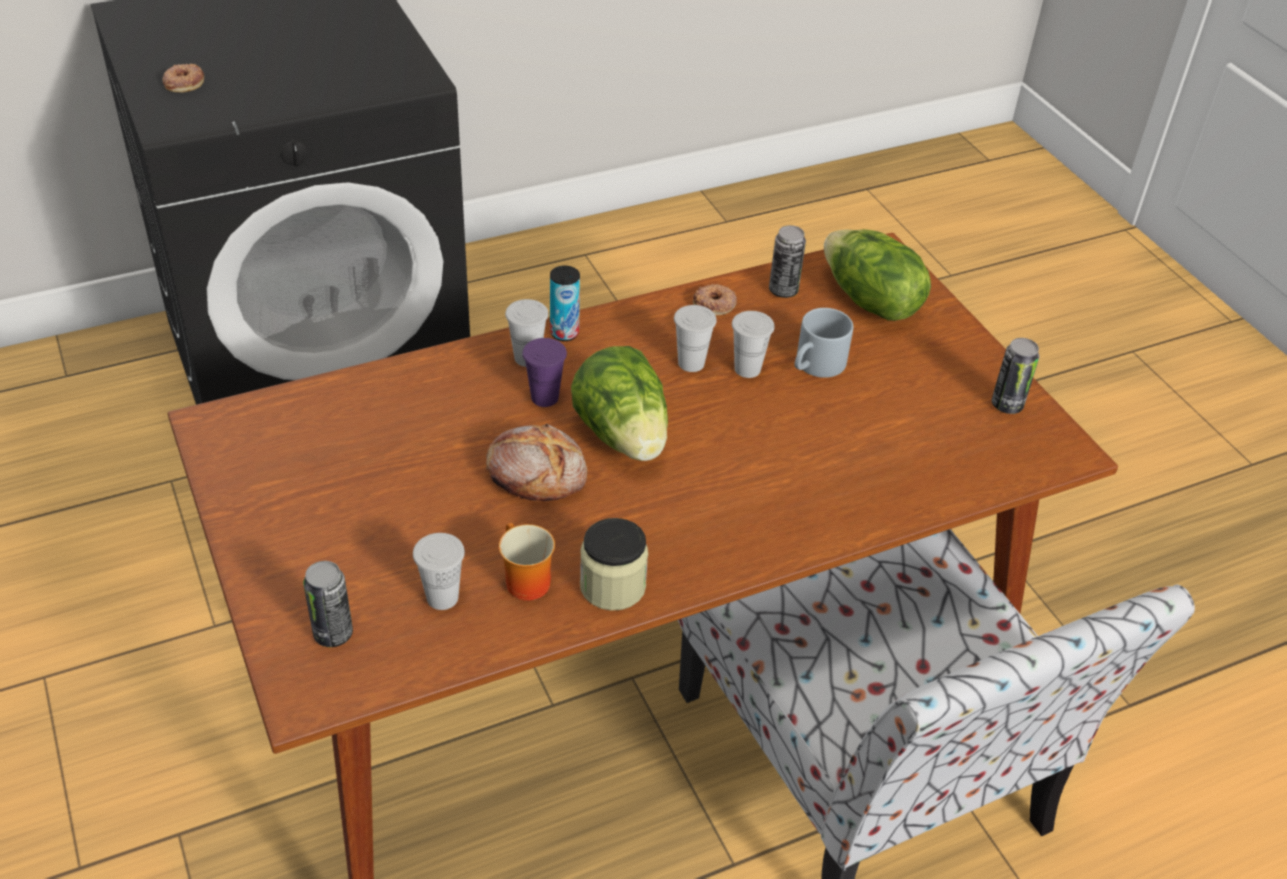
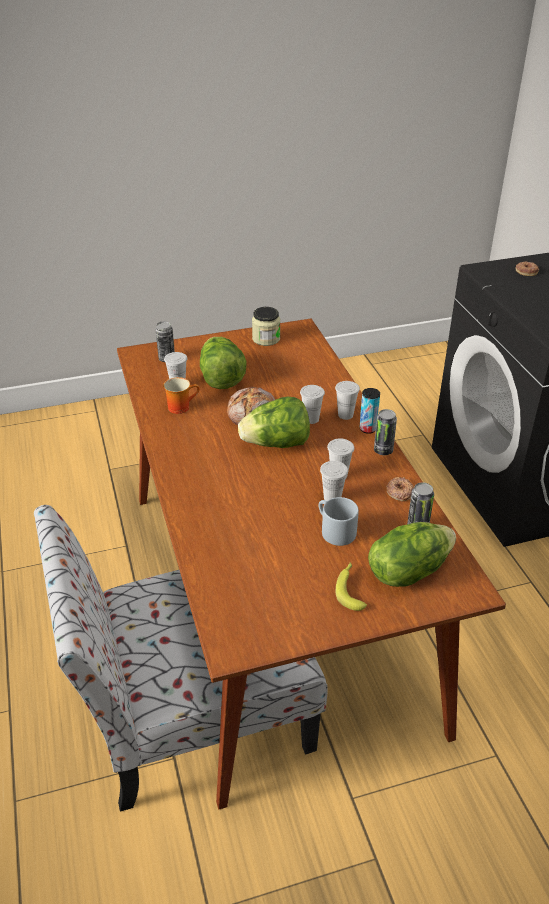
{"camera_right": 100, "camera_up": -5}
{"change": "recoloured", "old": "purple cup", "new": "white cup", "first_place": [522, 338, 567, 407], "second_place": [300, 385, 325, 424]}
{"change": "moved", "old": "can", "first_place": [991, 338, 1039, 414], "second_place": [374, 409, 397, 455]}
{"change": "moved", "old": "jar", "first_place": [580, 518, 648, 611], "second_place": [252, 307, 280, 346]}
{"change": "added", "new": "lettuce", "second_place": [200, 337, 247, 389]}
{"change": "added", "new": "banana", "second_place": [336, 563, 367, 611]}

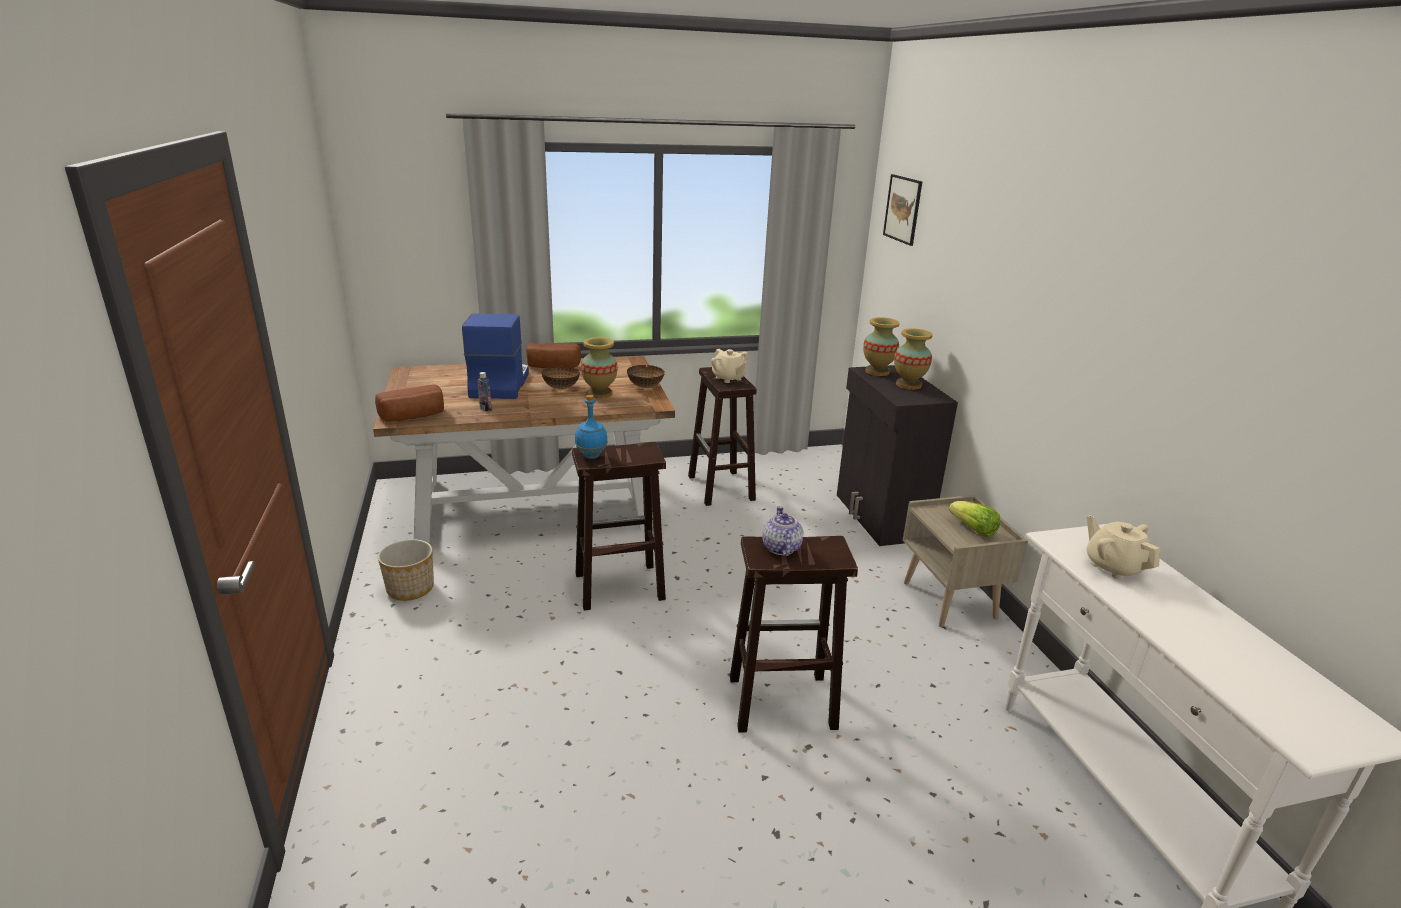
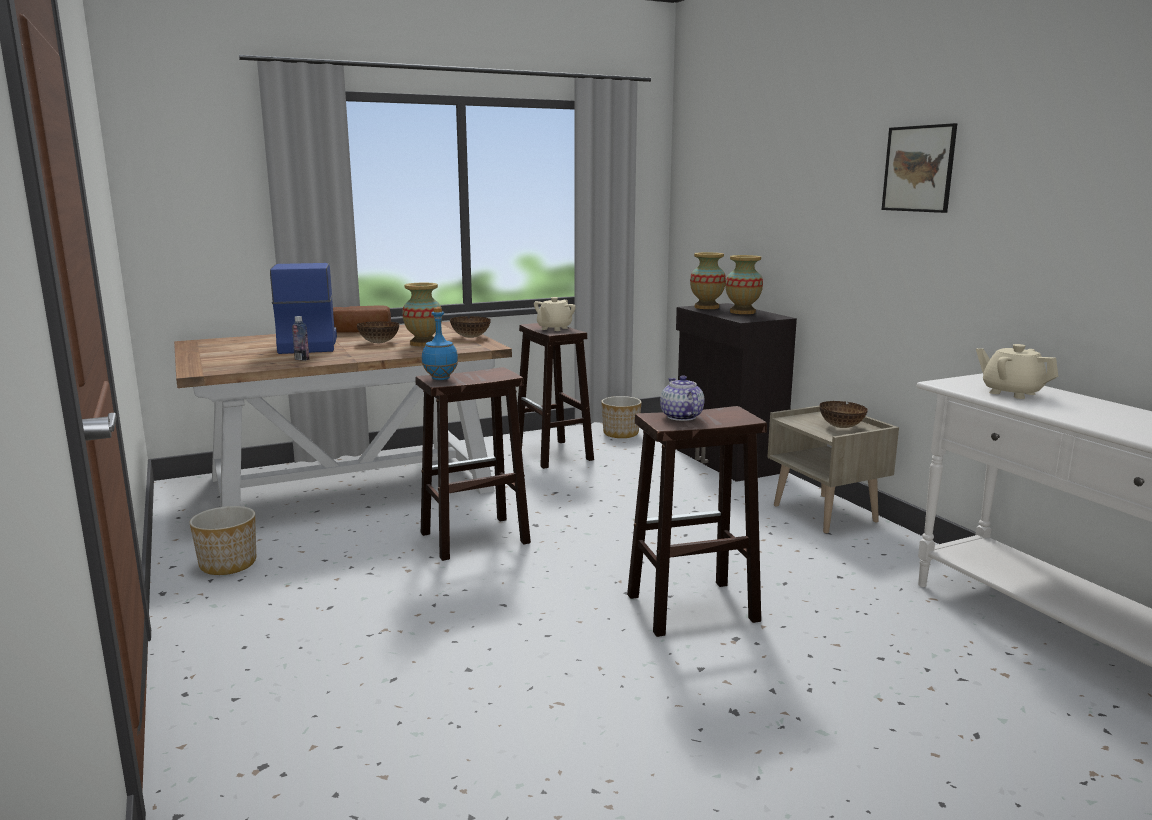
{"camera_right": -10, "camera_up": -10}
{"change": "moved", "old": "picture", "first_place": [883, 174, 922, 246], "second_place": [882, 123, 957, 213]}
{"change": "turned", "old": "beige teapot", "first_place": [711, 349, 748, 383], "second_place": [534, 297, 575, 331], "degrees": 75}
{"change": "removed", "old": "bread", "first_place": [375, 385, 444, 422]}
{"change": "replaced", "old": "lettuce", "new": "bowl", "first_place": [949, 501, 1000, 538], "second_place": [820, 401, 868, 428]}
{"change": "added", "new": "planter", "second_place": [601, 396, 642, 438]}

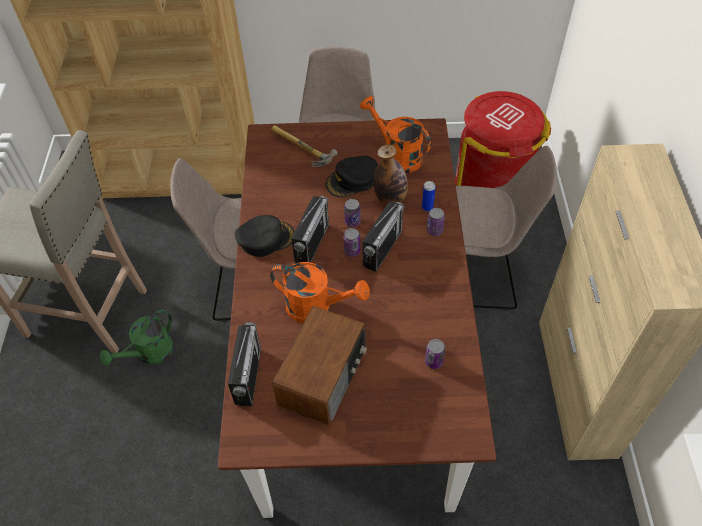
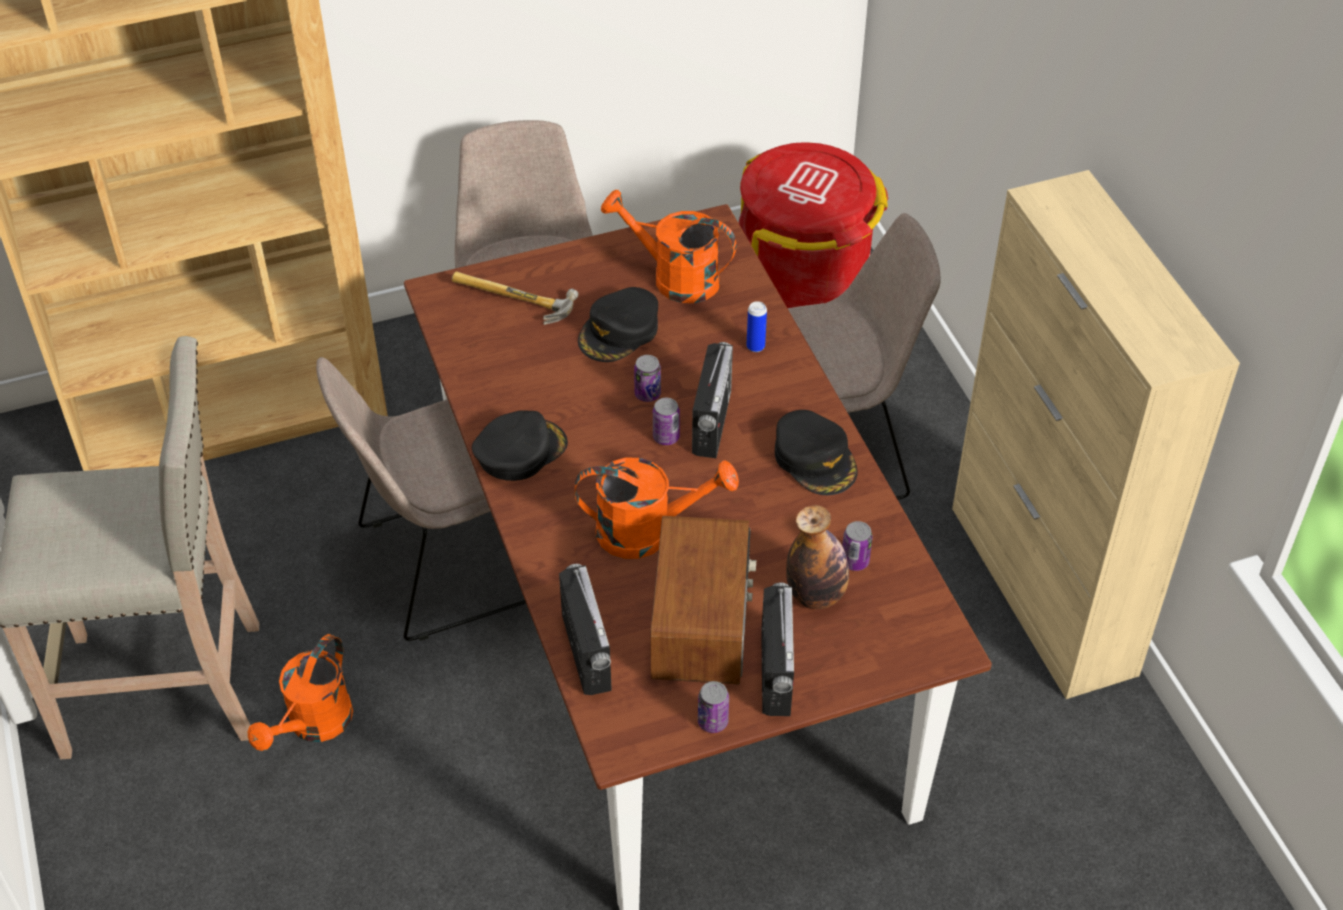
{"camera_right": -20, "camera_up": -5}
{"change": "moved", "old": "bottle", "first_place": [374, 144, 408, 205], "second_place": [786, 505, 849, 609]}
{"change": "moved", "old": "radio", "first_place": [291, 196, 329, 263], "second_place": [761, 583, 794, 716]}
{"change": "moved", "old": "can", "first_place": [427, 208, 445, 236], "second_place": [698, 681, 729, 733]}
{"change": "recoloured", "old": "green watering can", "new": "orange watering can", "first_place": [100, 310, 174, 366], "second_place": [248, 634, 353, 751]}
{"change": "added", "new": "black cap", "second_place": [775, 410, 857, 495]}

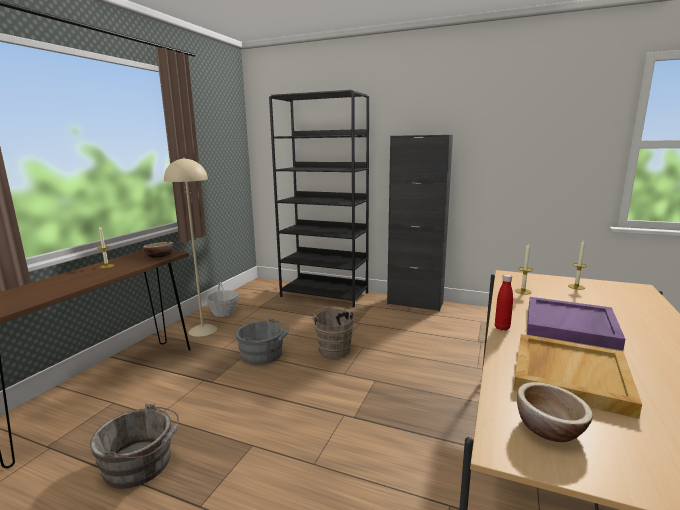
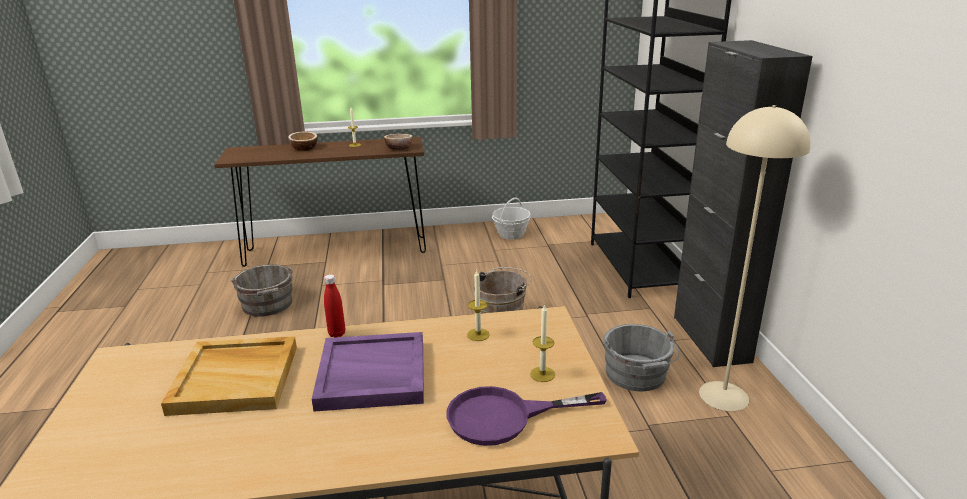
{"camera_right": 60, "camera_up": 10}
{"change": "moved", "old": "beige floor lamp", "first_place": [164, 157, 217, 337], "second_place": [699, 105, 811, 411]}
{"change": "moved", "old": "grey bucket", "first_place": [236, 318, 289, 365], "second_place": [603, 324, 680, 391]}
{"change": "moved", "old": "bowl", "first_place": [517, 382, 593, 442], "second_place": [288, 132, 318, 151]}
{"change": "added", "new": "purple frying pan", "second_place": [446, 386, 607, 446]}

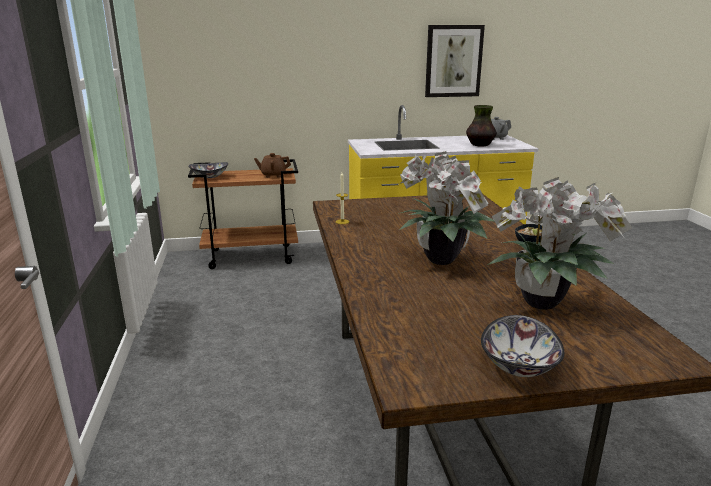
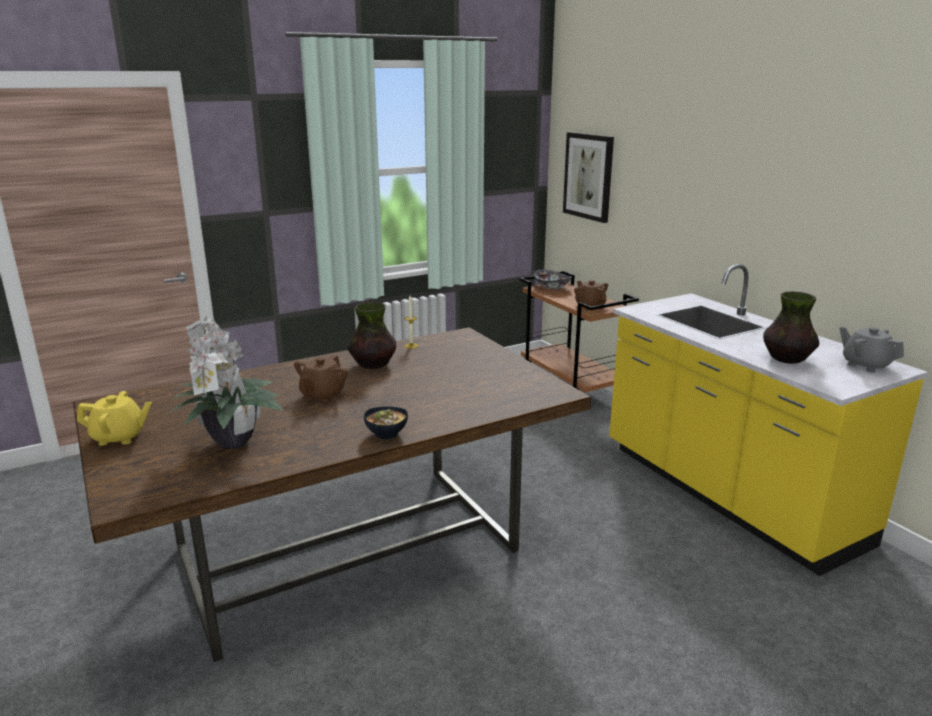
{"camera_right": 70, "camera_up": 0}
{"change": "moved", "old": "picture", "first_place": [425, 25, 485, 97], "second_place": [563, 132, 614, 223]}
{"change": "replaced", "old": "potted plant", "new": "brown teapot", "first_place": [398, 151, 494, 265], "second_place": [294, 355, 348, 403]}
{"change": "replaced", "old": "bowl", "new": "yellow teapot", "first_place": [481, 315, 564, 377], "second_place": [77, 391, 152, 446]}
{"change": "added", "new": "vase", "second_place": [348, 302, 396, 369]}

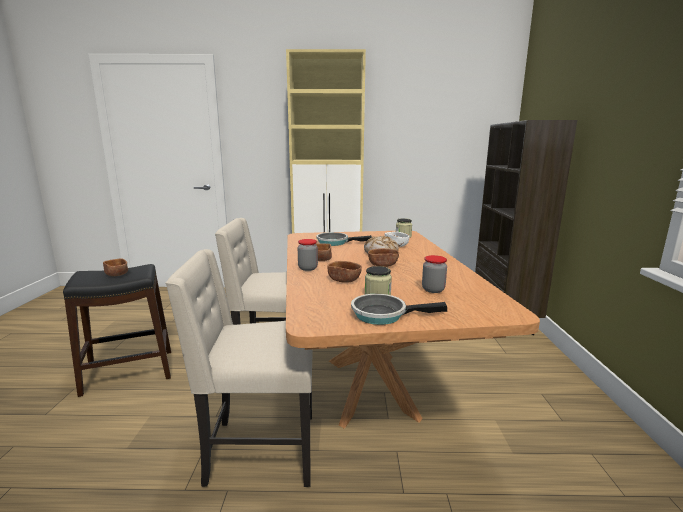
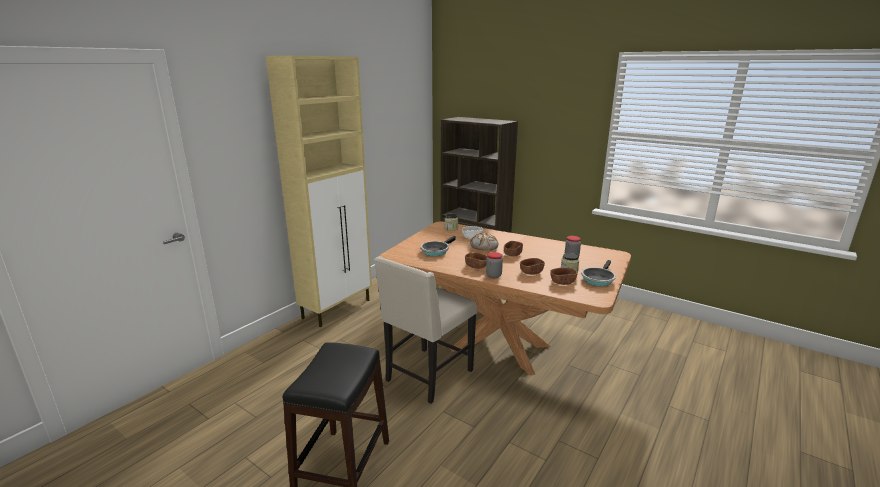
{"camera_right": -55, "camera_up": 5}
{"change": "removed", "old": "beige chair", "first_place": [165, 249, 313, 487]}
{"change": "moved", "old": "brown bowl", "first_place": [103, 258, 128, 276], "second_place": [550, 267, 578, 285]}

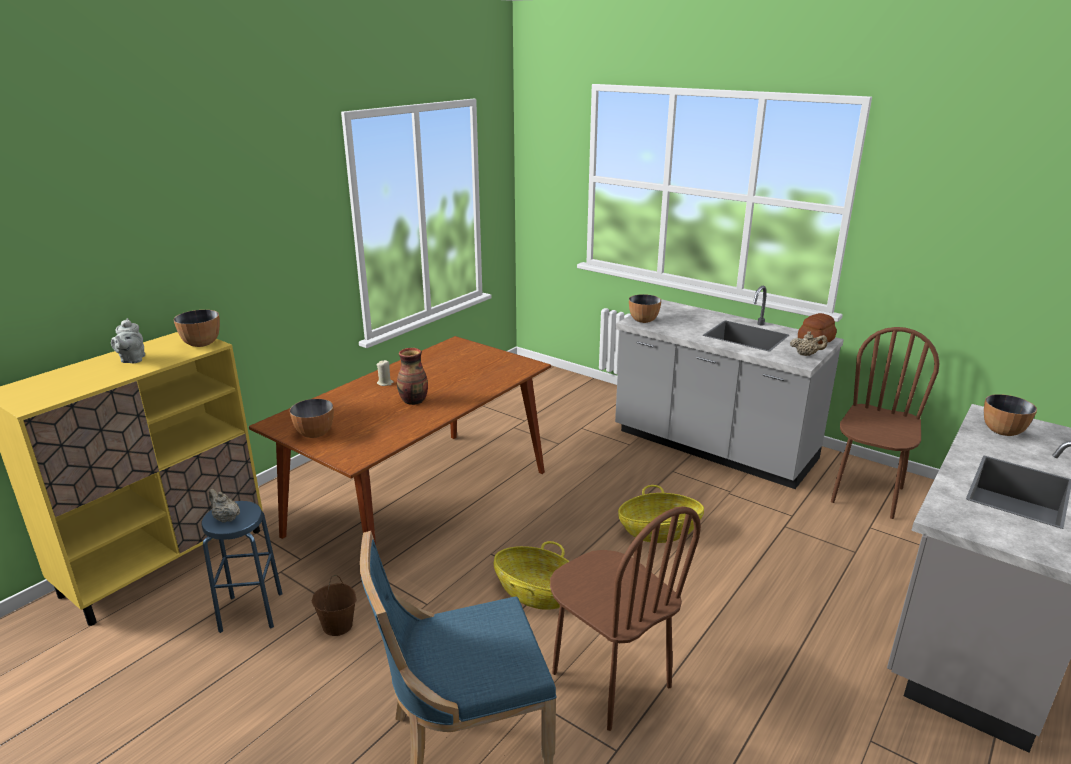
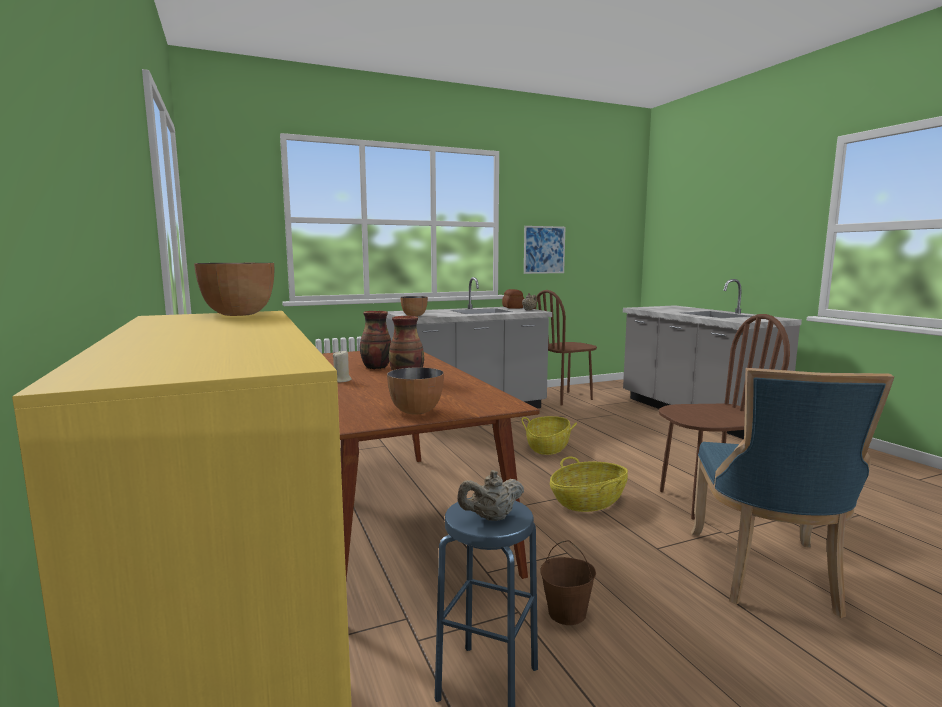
{"camera_right": -60, "camera_up": -15}
{"change": "removed", "old": "grey teapot", "first_place": [111, 318, 145, 363]}
{"change": "turned", "old": "brown chair", "first_place": [831, 327, 940, 519], "second_place": [534, 290, 597, 406], "degrees": -90}
{"change": "removed", "old": "bowl", "first_place": [984, 394, 1037, 436]}
{"change": "added", "new": "picture", "second_place": [524, 226, 566, 274]}
{"change": "added", "new": "vase", "second_place": [360, 311, 391, 370]}

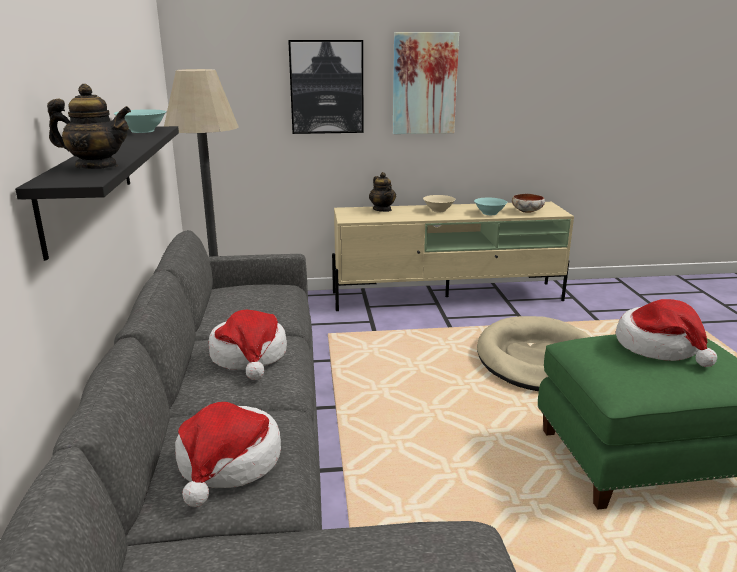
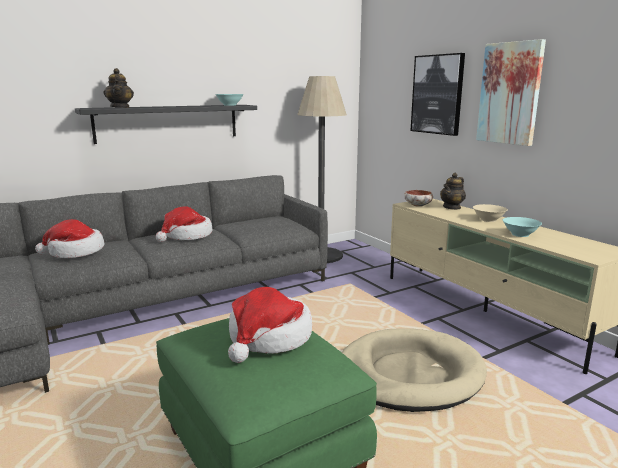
{"camera_right": 65, "camera_up": -5}
{"change": "moved", "old": "bowl", "first_place": [512, 194, 545, 213], "second_place": [404, 190, 433, 207]}

